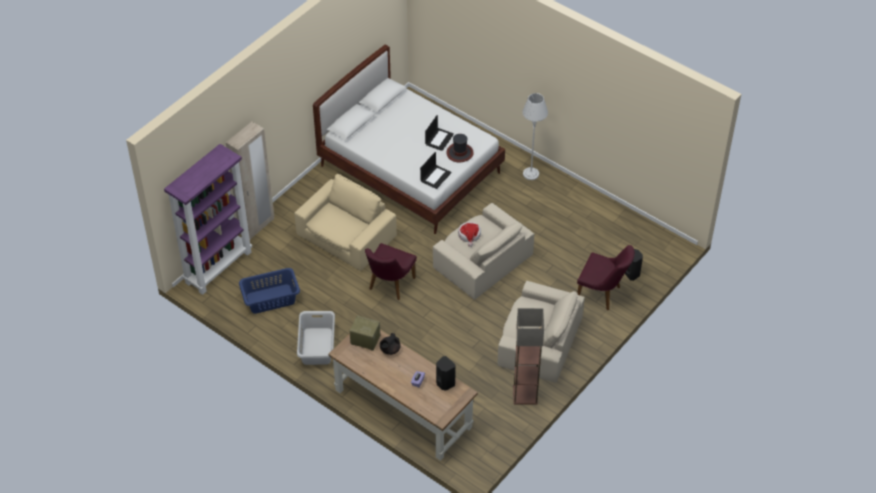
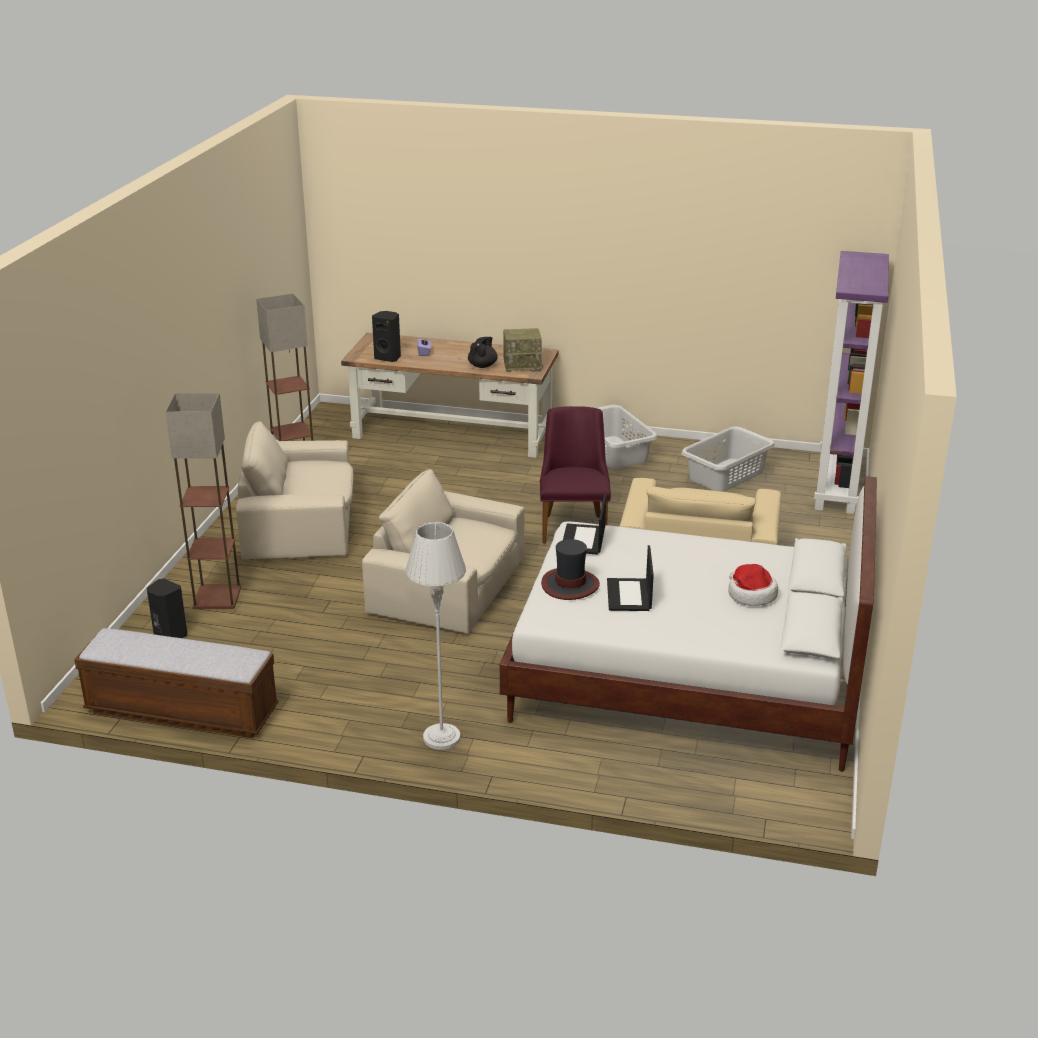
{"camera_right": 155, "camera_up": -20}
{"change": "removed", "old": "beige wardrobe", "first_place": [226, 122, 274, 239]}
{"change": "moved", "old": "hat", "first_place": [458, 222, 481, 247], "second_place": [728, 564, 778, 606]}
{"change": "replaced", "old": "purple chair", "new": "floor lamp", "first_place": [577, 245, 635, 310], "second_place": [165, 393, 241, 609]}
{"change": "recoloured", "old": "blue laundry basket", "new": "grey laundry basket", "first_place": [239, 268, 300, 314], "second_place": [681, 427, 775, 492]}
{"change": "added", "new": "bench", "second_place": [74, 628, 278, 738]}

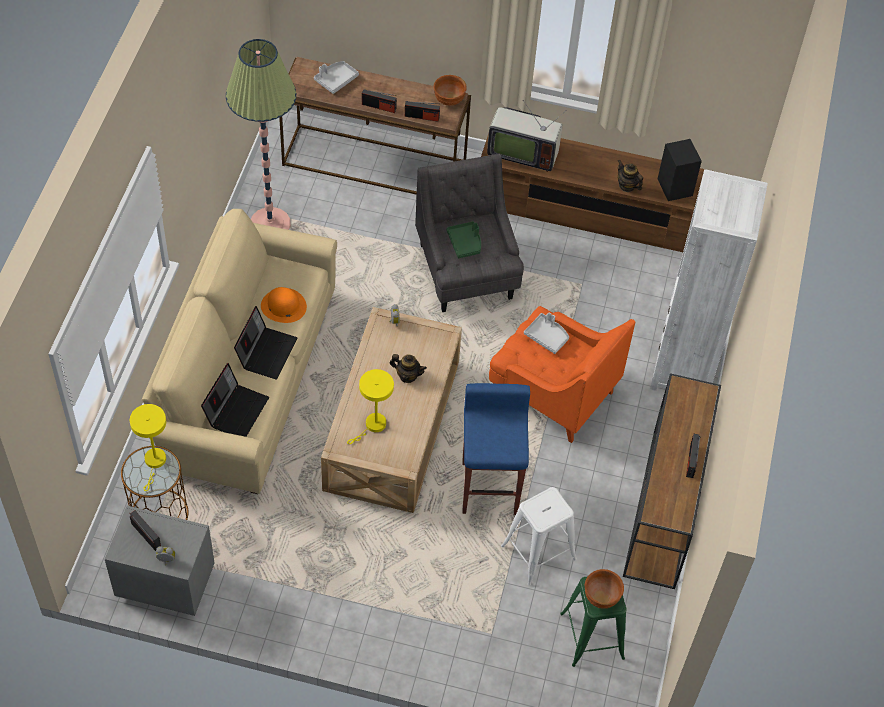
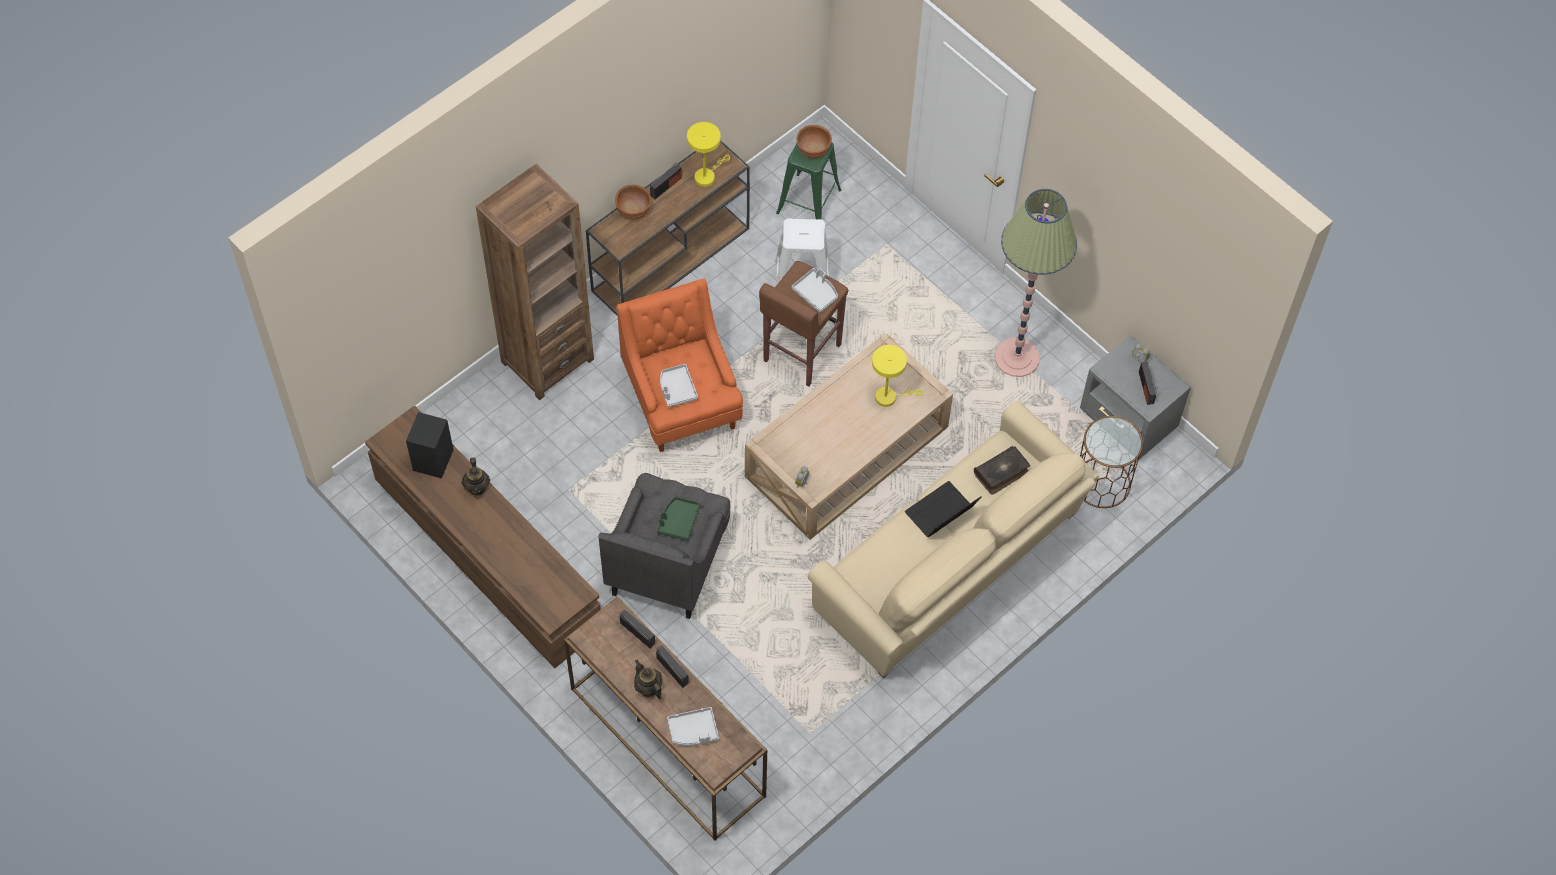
{"camera_right": -145, "camera_up": 5}
{"change": "moved", "old": "floor lamp", "first_place": [226, 39, 296, 230], "second_place": [995, 189, 1077, 377]}
{"change": "moved", "old": "brown bowl", "first_place": [433, 75, 467, 106], "second_place": [615, 185, 651, 220]}
{"change": "removed", "old": "television", "first_place": [487, 100, 567, 172]}
{"change": "recoloured", "old": "white bookcase", "new": "brown bookcase", "first_place": [650, 169, 768, 391], "second_place": [476, 164, 594, 400]}
{"change": "removed", "old": "orange hat", "first_place": [261, 287, 307, 323]}
{"change": "moved", "old": "teapot", "first_place": [390, 354, 427, 383], "second_place": [634, 659, 662, 699]}
{"change": "replaced", "old": "laptop", "new": "book", "first_place": [201, 363, 269, 437], "second_place": [974, 445, 1030, 495]}
{"change": "recoloured", "old": "blue stool", "new": "brown stool", "first_place": [462, 383, 530, 515], "second_place": [759, 261, 849, 387]}
{"change": "moved", "old": "yellow table lamp", "first_place": [130, 404, 166, 491], "second_place": [687, 122, 730, 187]}
{"change": "added", "new": "grey tray", "second_place": [792, 268, 838, 313]}

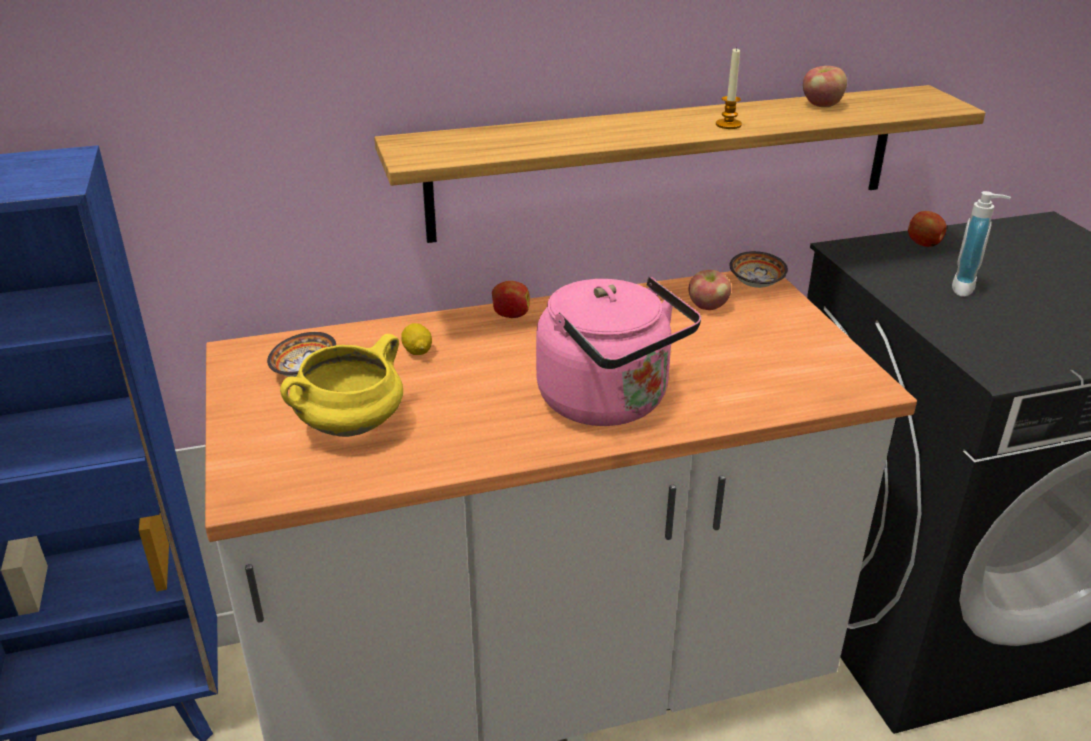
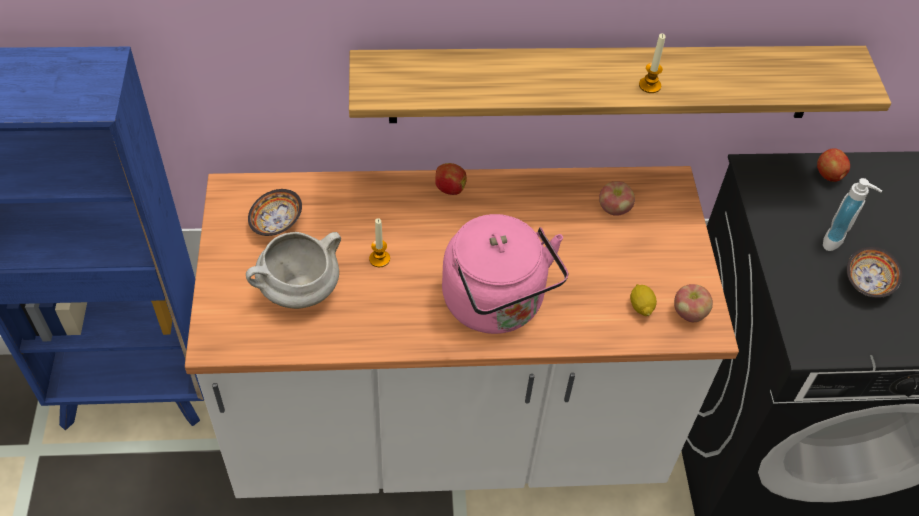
{"camera_right": 10, "camera_up": 20}
{"change": "moved", "old": "apple", "first_place": [803, 66, 847, 107], "second_place": [674, 284, 713, 322]}
{"change": "moved", "old": "bowl", "first_place": [729, 251, 788, 288], "second_place": [847, 247, 902, 298]}
{"change": "moved", "old": "lemon", "first_place": [401, 323, 432, 355], "second_place": [630, 284, 657, 316]}
{"change": "recoloured", "old": "yellow cooking pot", "new": "white cooking pot", "first_place": [280, 334, 403, 437], "second_place": [246, 232, 341, 309]}
{"change": "added", "new": "candle", "second_place": [369, 218, 390, 267]}

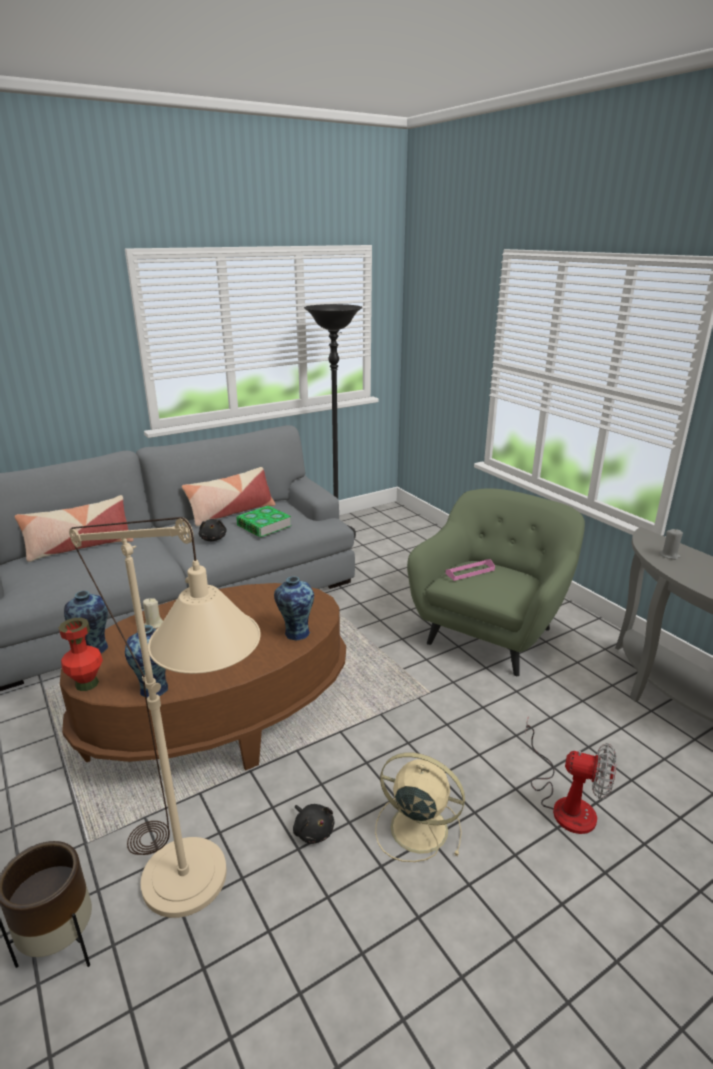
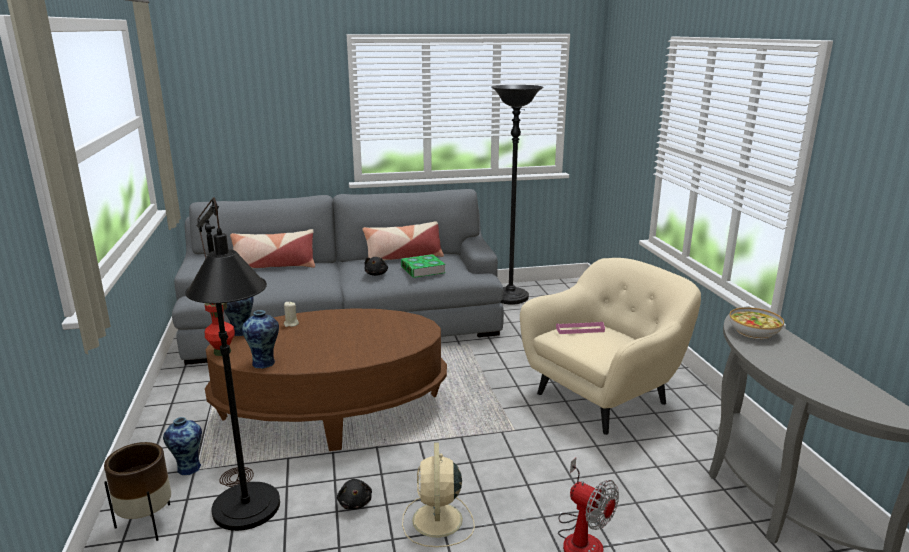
{"camera_right": 20, "camera_up": -5}
{"change": "recoloured", "old": "green armchair", "new": "beige armchair", "first_place": [407, 488, 585, 676], "second_place": [520, 258, 701, 435]}
{"change": "recoloured", "old": "beige floor lamp", "new": "black floor lamp", "first_place": [69, 517, 261, 918], "second_place": [185, 197, 280, 531]}
{"change": "replaced", "old": "grey candle", "new": "bowl", "first_place": [660, 529, 683, 560], "second_place": [729, 307, 784, 339]}
{"change": "moved", "old": "vase", "first_place": [274, 576, 314, 640], "second_place": [163, 417, 202, 475]}
{"change": "turned", "old": "beige fan", "first_place": [375, 753, 465, 862], "second_place": [402, 442, 475, 547], "degrees": -135}

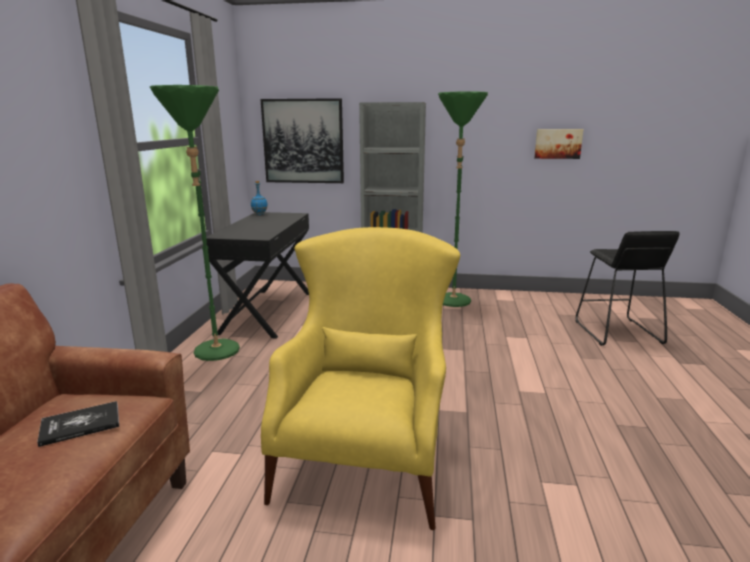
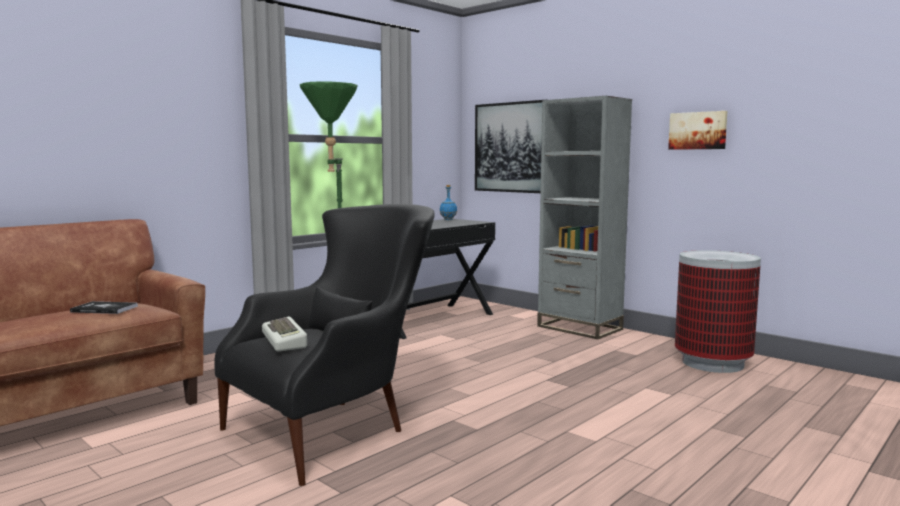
{"camera_right": 35, "camera_up": -10}
{"change": "removed", "old": "green floor lamp", "first_place": [438, 91, 488, 307]}
{"change": "moved", "old": "picture", "first_place": [534, 129, 583, 159], "second_place": [668, 111, 727, 150]}
{"change": "recoloured", "old": "yellow armchair", "new": "black armchair", "first_place": [261, 227, 460, 530], "second_place": [214, 204, 435, 486]}
{"change": "removed", "old": "black stool", "first_place": [576, 231, 680, 346]}
{"change": "added", "new": "trash can", "second_place": [675, 250, 761, 373]}
{"change": "added", "new": "keyboard", "second_place": [262, 317, 307, 351]}

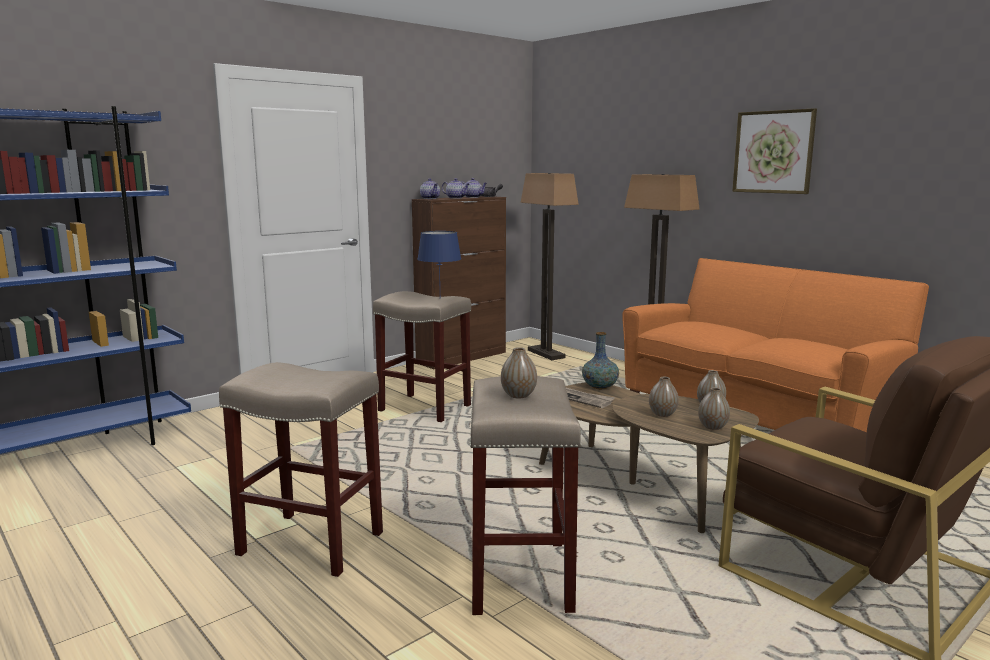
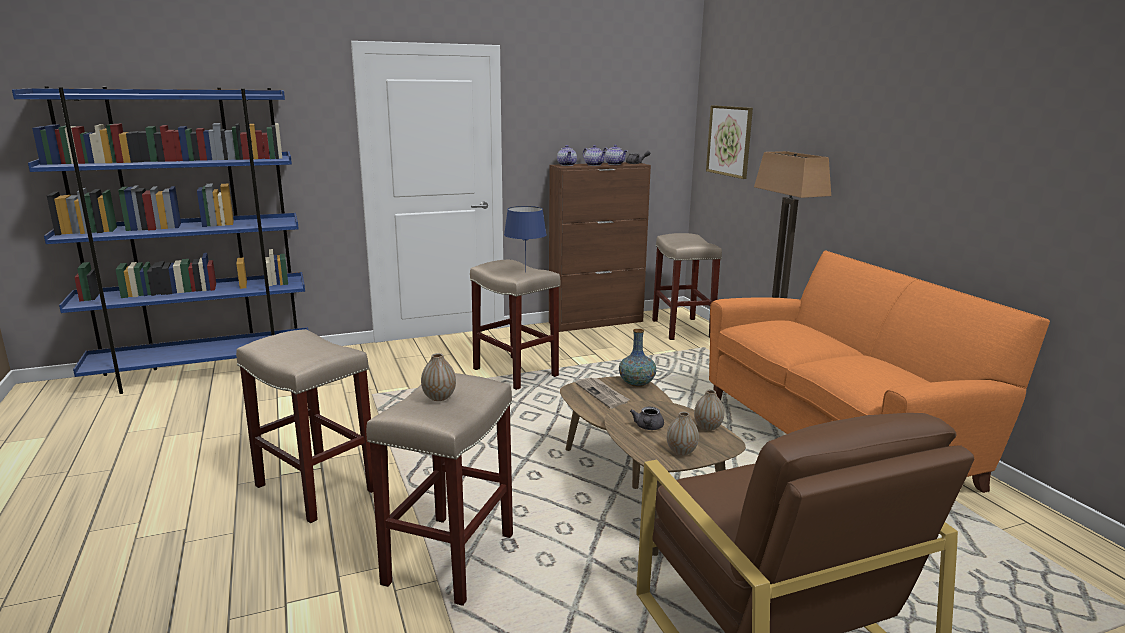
{"camera_right": 20, "camera_up": 5}
{"change": "moved", "old": "picture", "first_place": [732, 108, 817, 194], "second_place": [706, 105, 753, 179]}
{"change": "replaced", "old": "floor lamp", "new": "beige stool", "first_place": [520, 173, 579, 360], "second_place": [652, 233, 722, 340]}
{"change": "replaced", "old": "vase", "new": "grey teapot", "first_place": [649, 377, 679, 417], "second_place": [630, 407, 664, 430]}

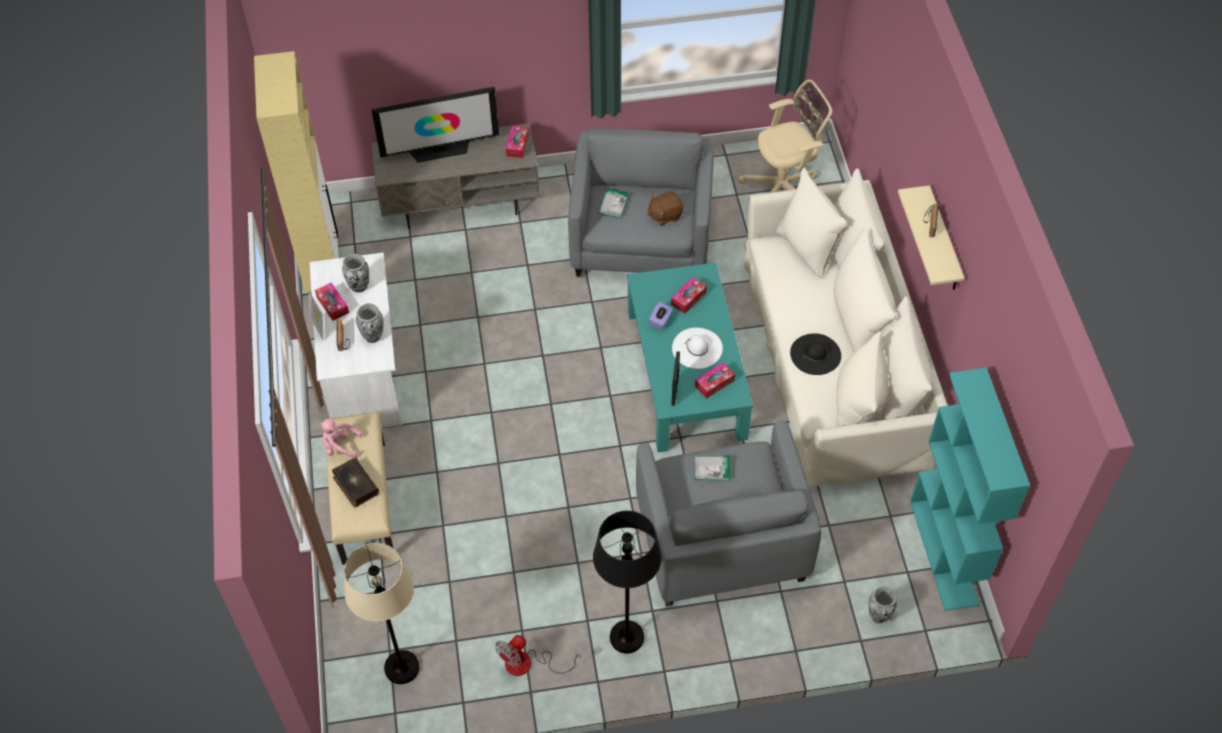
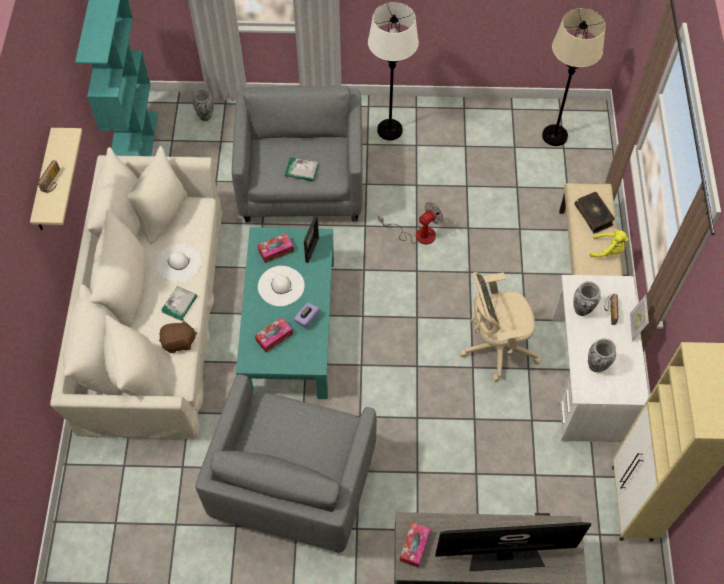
{"camera_right": -170, "camera_up": 5}
{"change": "moved", "old": "beige office chair", "first_place": [738, 79, 832, 193], "second_place": [459, 272, 542, 382]}
{"change": "moved", "old": "book", "first_place": [598, 188, 629, 218], "second_place": [161, 286, 197, 321]}
{"change": "moved", "old": "brown plush toy", "first_place": [647, 191, 683, 226], "second_place": [159, 318, 197, 353]}
{"change": "removed", "old": "tissue box", "first_place": [315, 283, 349, 321]}
{"change": "recoloured", "old": "black hat", "new": "white hat", "first_place": [790, 333, 841, 375], "second_place": [156, 244, 202, 282]}
{"change": "recoloured", "old": "pink plush toy", "new": "yellow plush toy", "first_place": [320, 419, 362, 458], "second_place": [590, 230, 629, 257]}
{"change": "recoloured", "old": "black floor lamp", "new": "white floor lamp", "first_place": [593, 511, 662, 654], "second_place": [368, 2, 419, 140]}
{"change": "moved", "old": "fan", "first_place": [495, 635, 581, 676], "second_place": [378, 202, 443, 244]}

